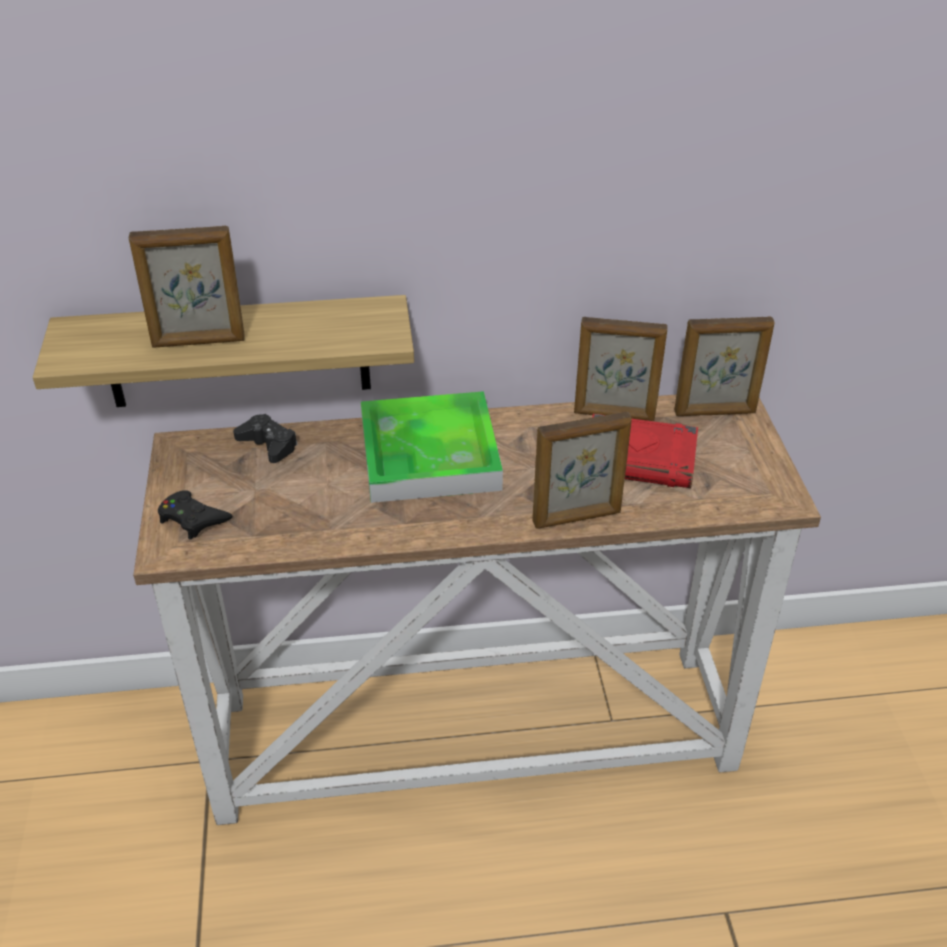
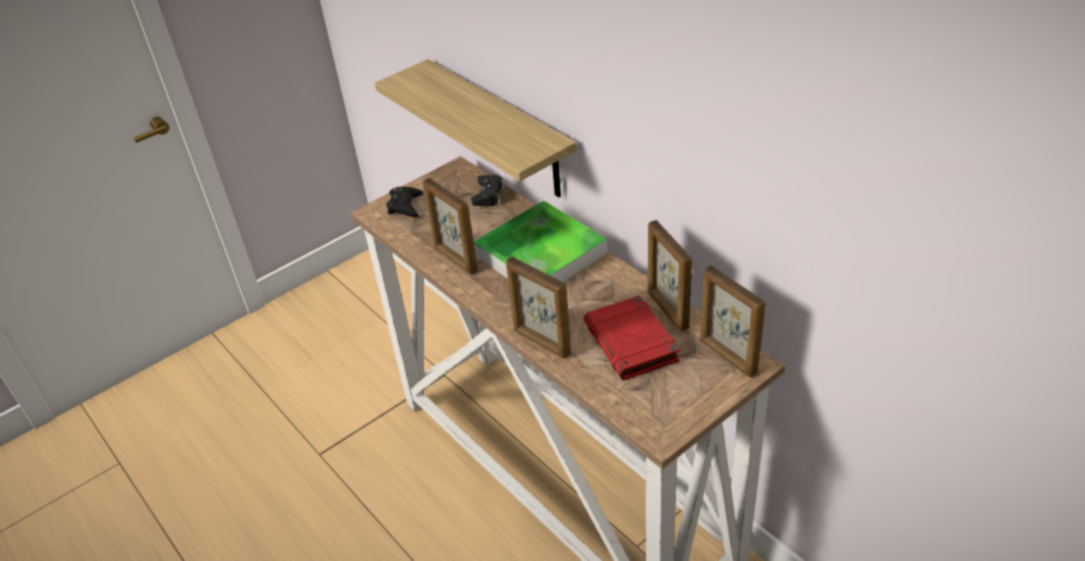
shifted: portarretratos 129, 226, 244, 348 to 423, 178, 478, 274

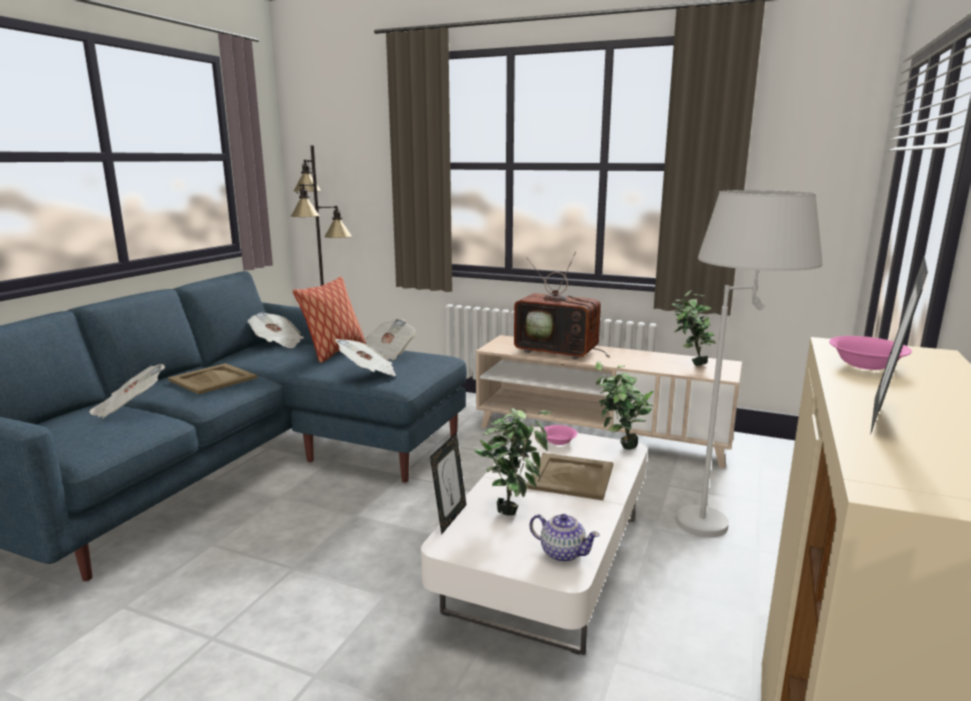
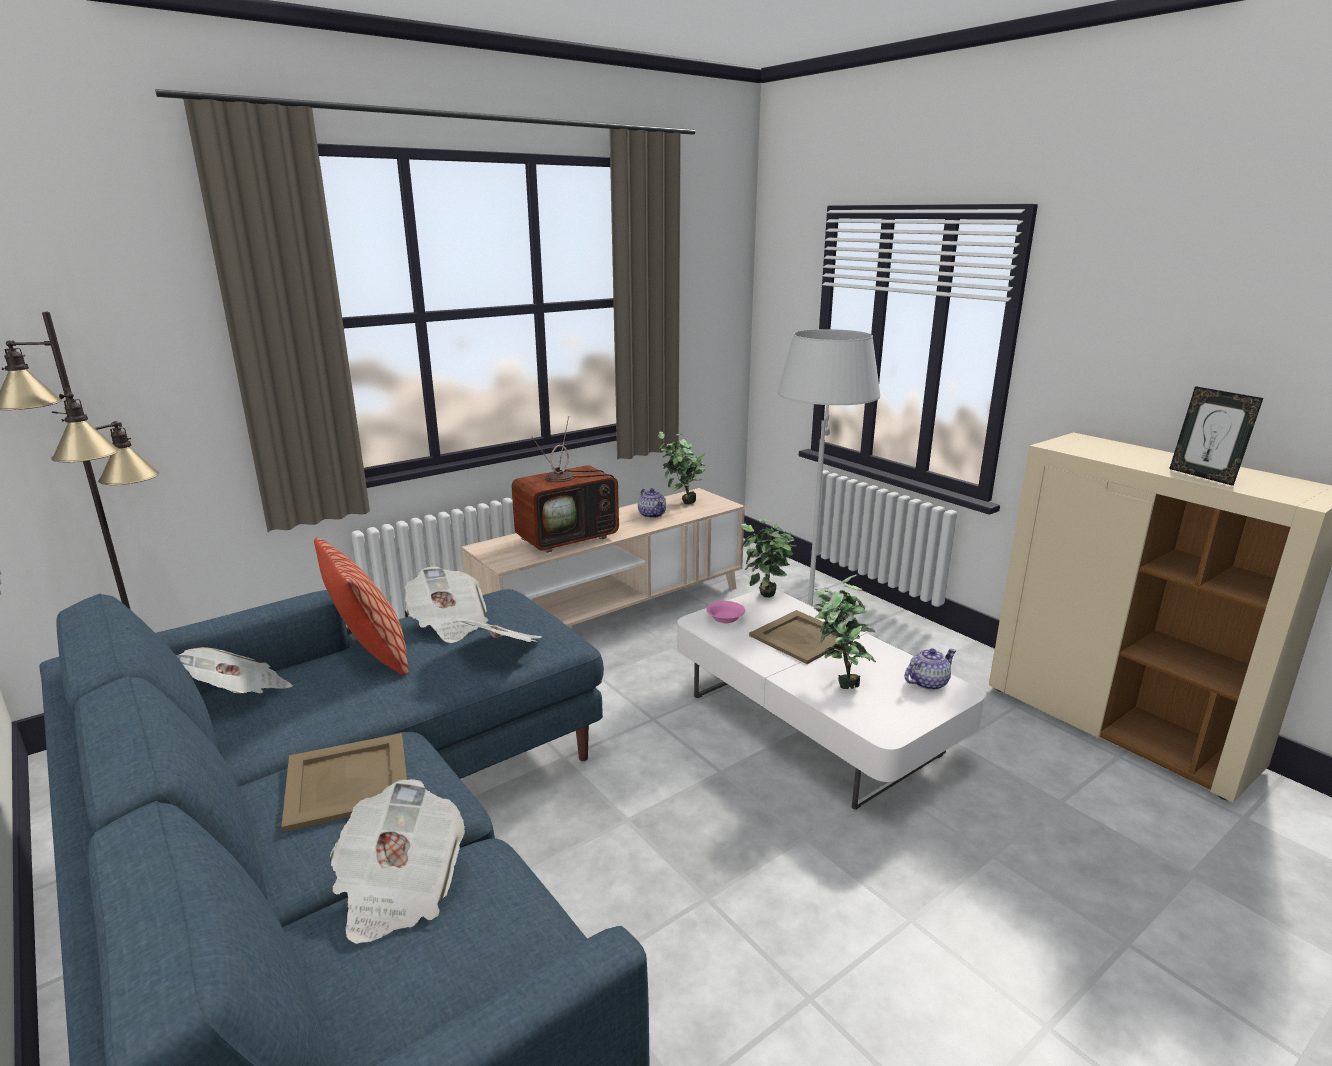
gone: portarretratos 430, 432, 467, 535; cuenco/rosa 829, 336, 912, 370
new: tetera 638, 488, 666, 518

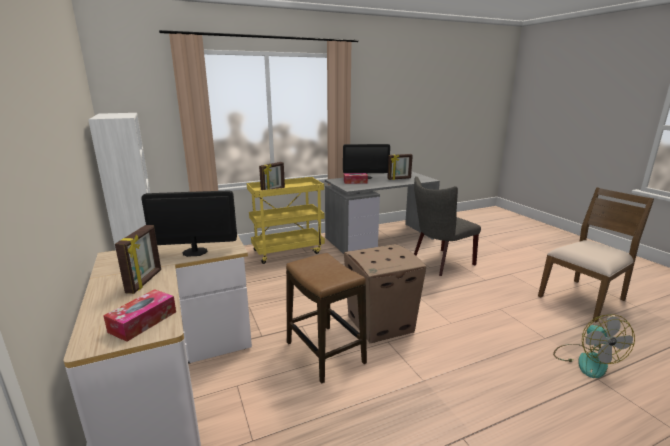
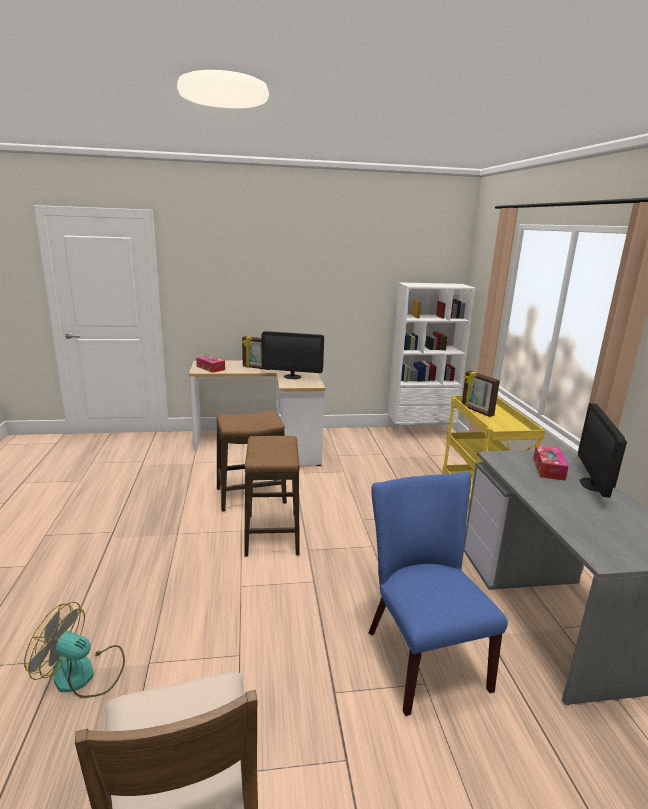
gone: portarretratos 387, 154, 413, 180
swapped: caja de cartón 344, 244, 426, 343 to taburete 244, 436, 300, 557
repainted: silla/gris 414, 176, 481, 276 to silla/azul 369, 472, 508, 716
rotated: monitor 141, 191, 237, 257 = 262, 331, 324, 379 90 degrees clockwise

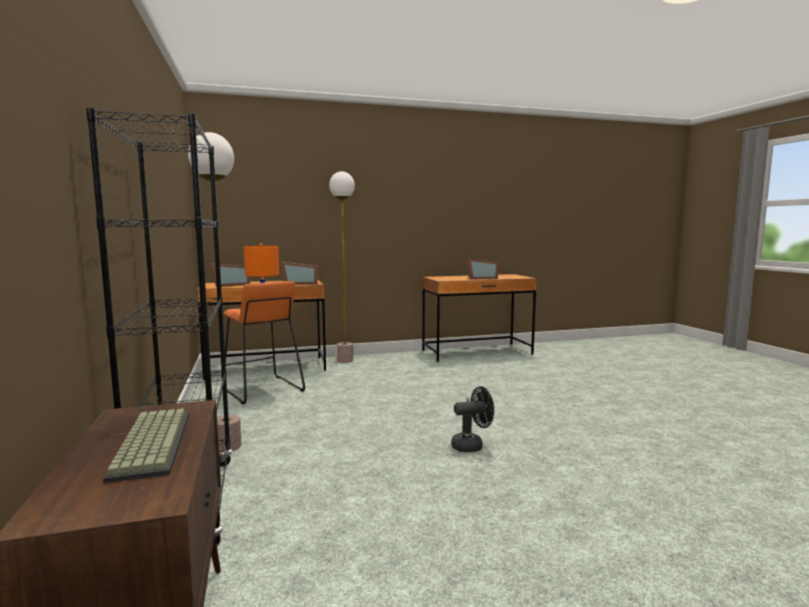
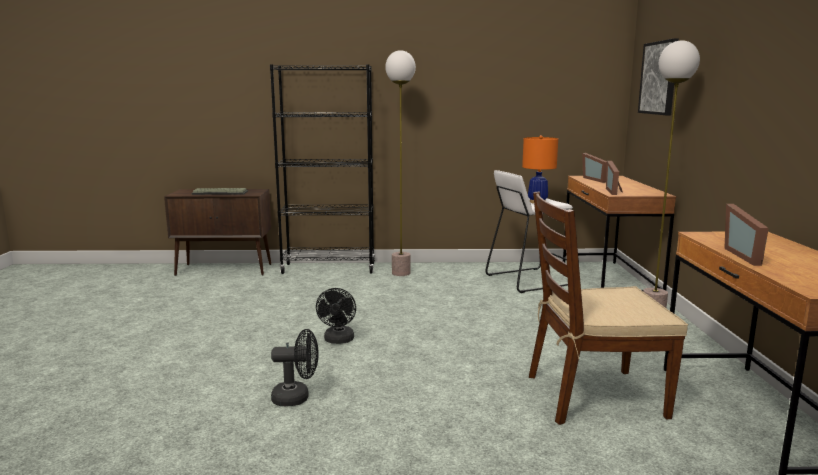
new: ventilador/negro 271, 329, 319, 406; silla/marrón 529, 191, 688, 425; cuadro 638, 38, 679, 115
repainted: taburete/naranja 223, 281, 305, 405 to taburete/blanco 485, 170, 573, 293

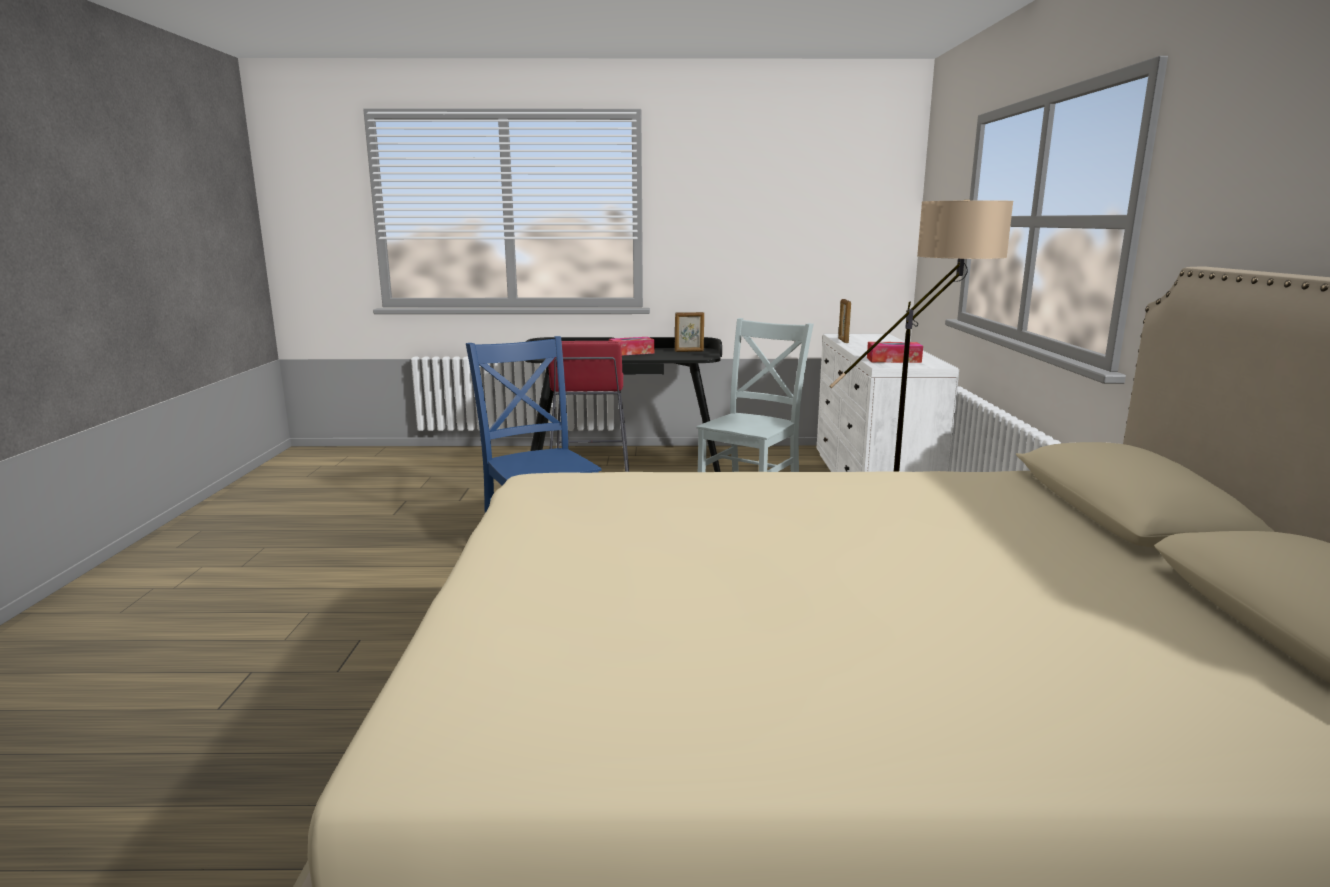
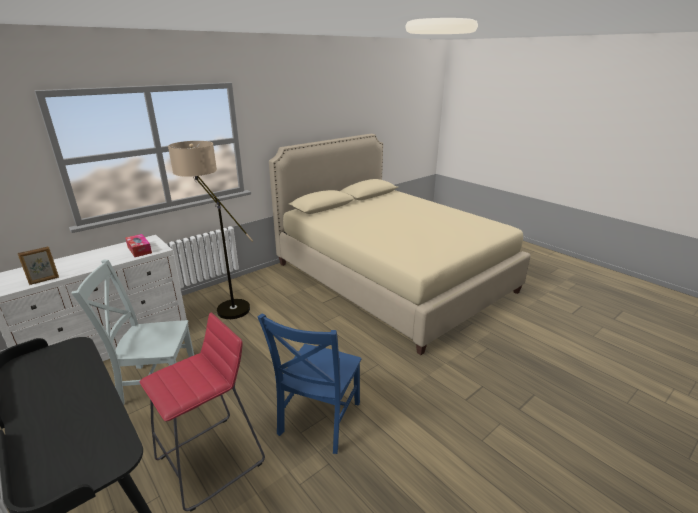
gone: caja de pañuelos 609, 337, 654, 356; portarretratos 675, 312, 704, 352

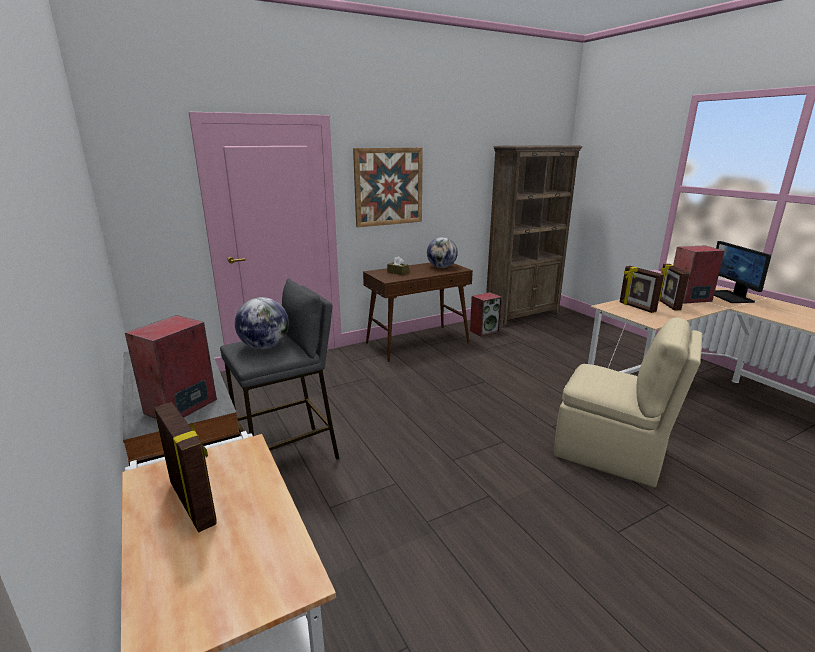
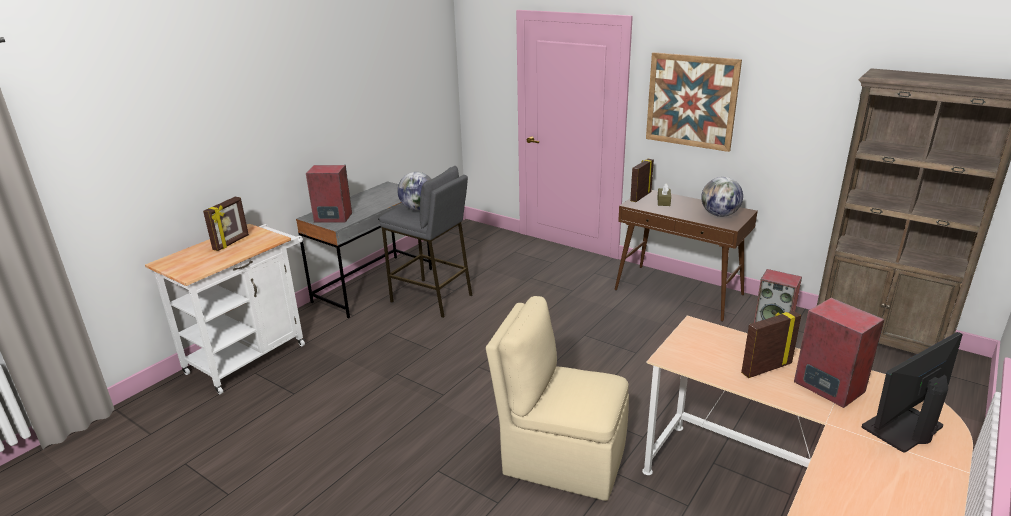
shifted: portarretratos 620, 266, 664, 313 to 630, 159, 654, 202
rotated: silla/beis 554, 317, 702, 487 = 486, 296, 629, 501 105 degrees clockwise

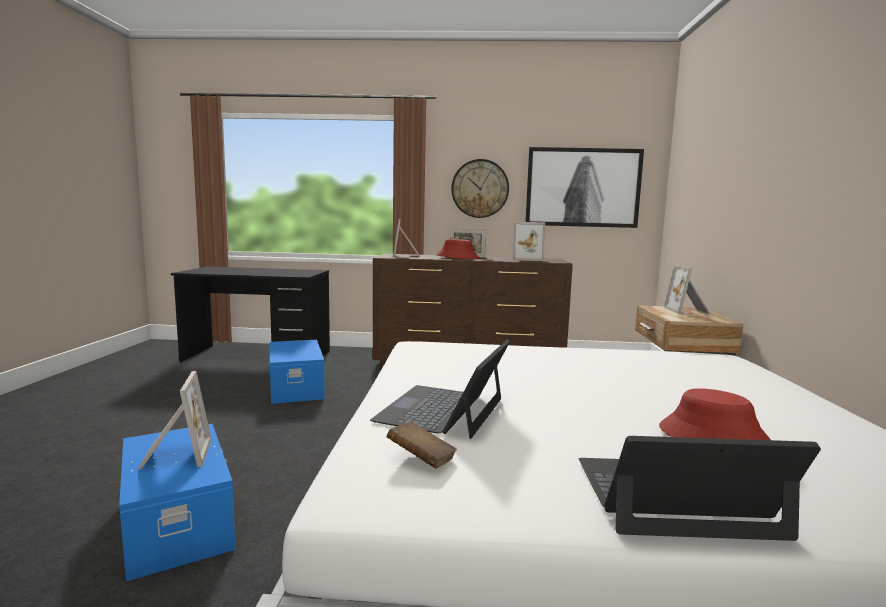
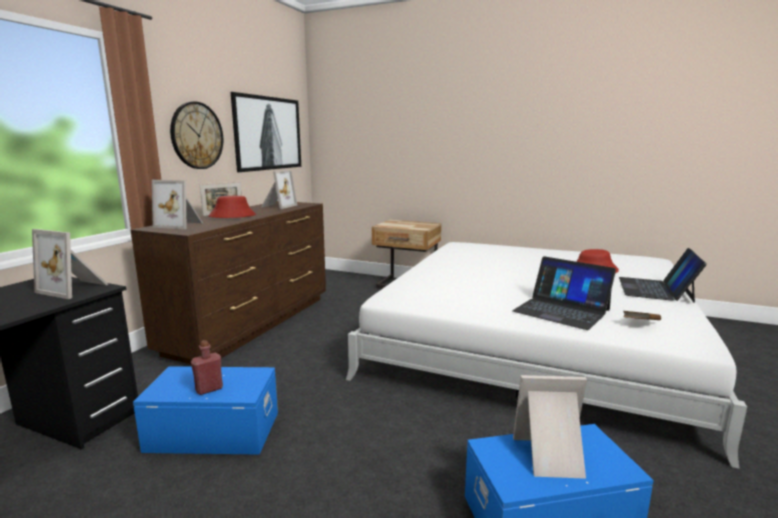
new: botella/rojo 191, 340, 223, 395
shifted: portarretratos 664, 264, 711, 314 to 32, 229, 109, 299

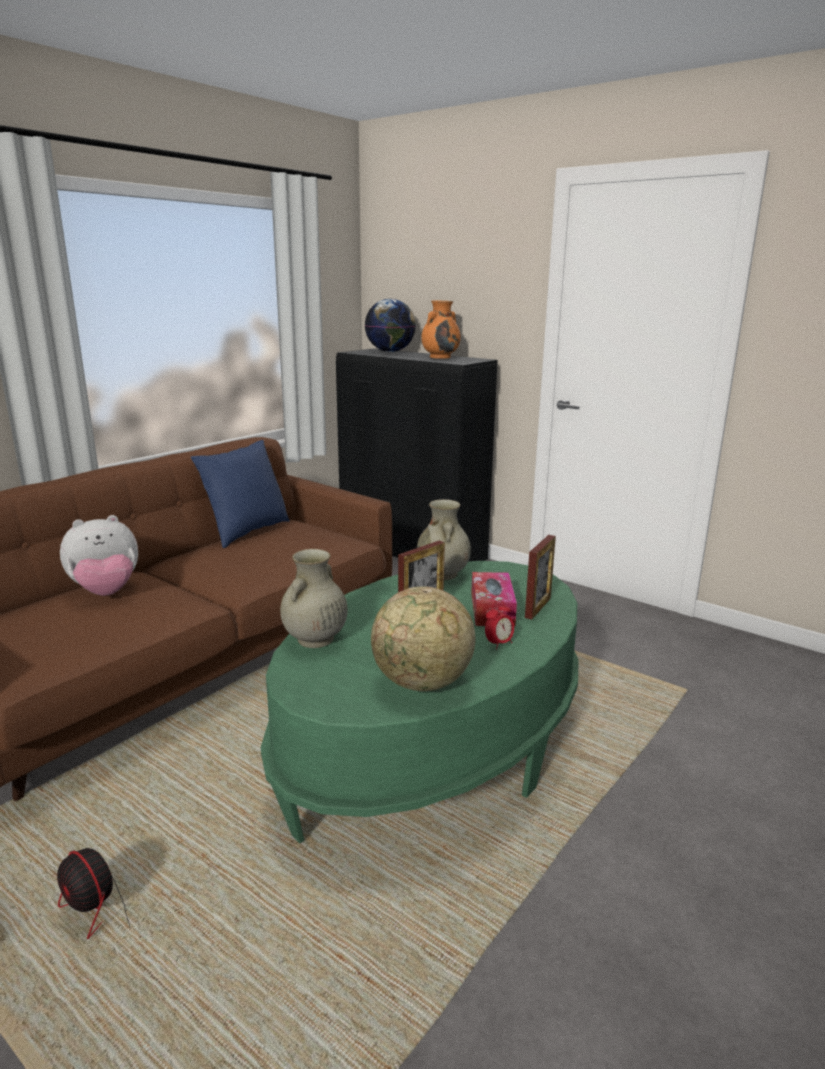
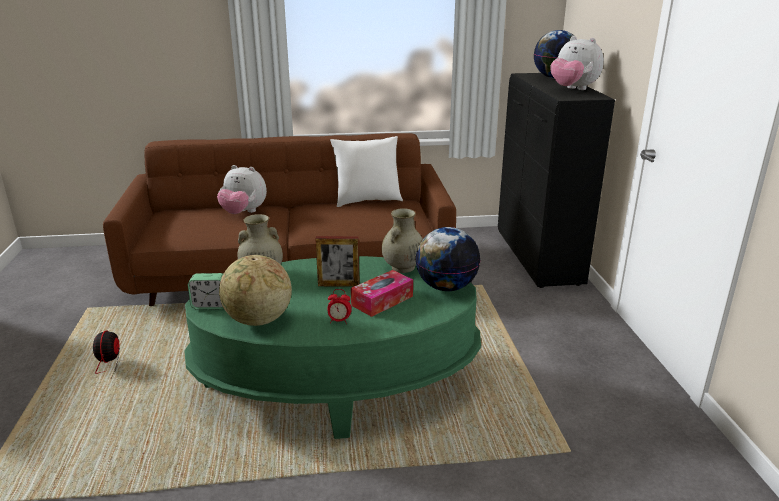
gone: portarretratos 525, 535, 556, 619
new: despertador 188, 273, 224, 310; globo terráqueo 415, 227, 481, 291
swapped: florero/naranja 421, 301, 461, 359 to peluche 550, 36, 604, 90
repainted: cojín/azul 191, 440, 290, 548 to cojín/blanco 330, 136, 403, 207

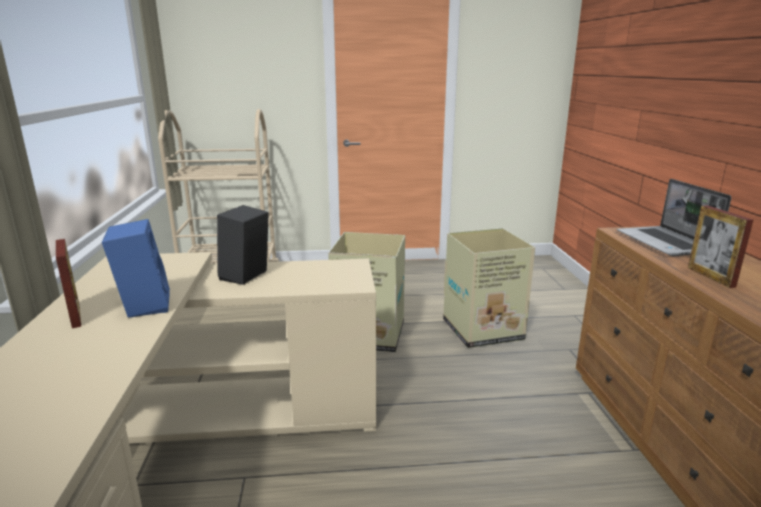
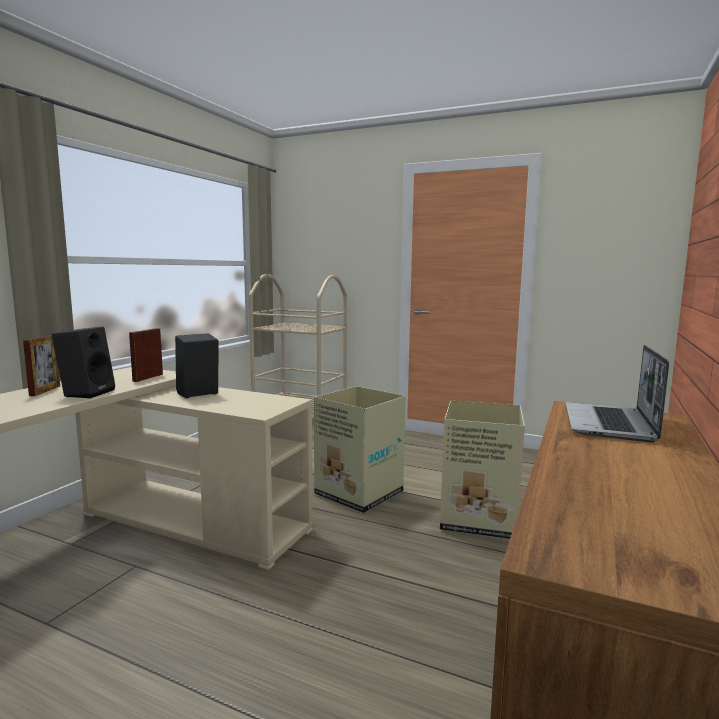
shifted: portarretratos 688, 205, 754, 288 to 129, 328, 163, 382
repainted: altavoz/azul 102, 219, 170, 318 to altavoz/negro 52, 327, 115, 398

